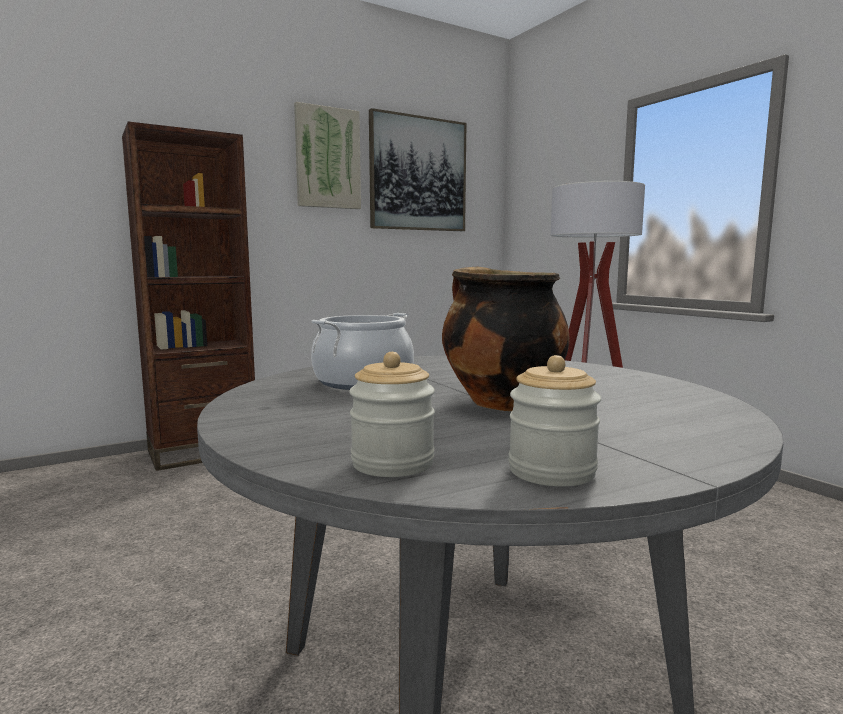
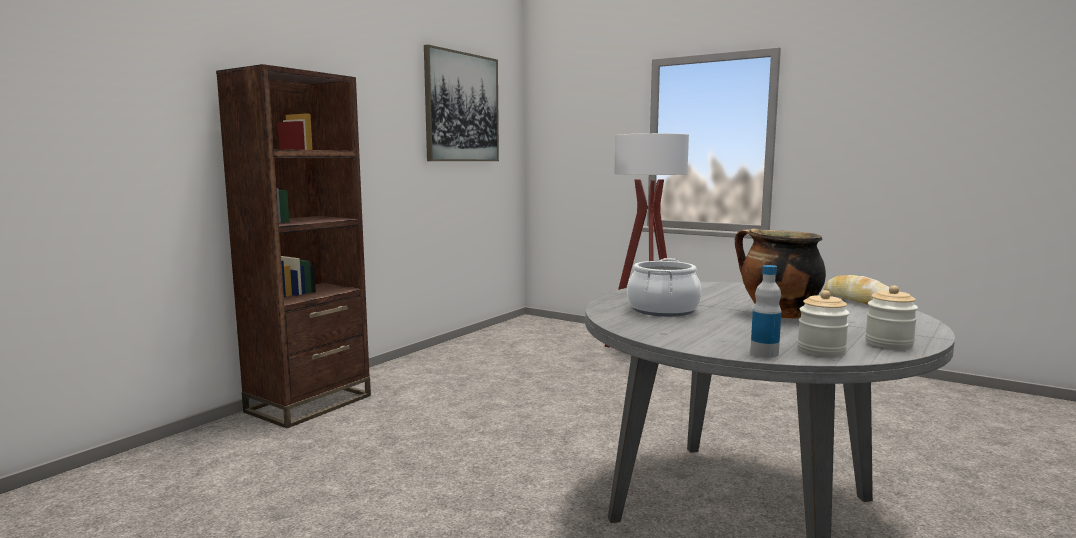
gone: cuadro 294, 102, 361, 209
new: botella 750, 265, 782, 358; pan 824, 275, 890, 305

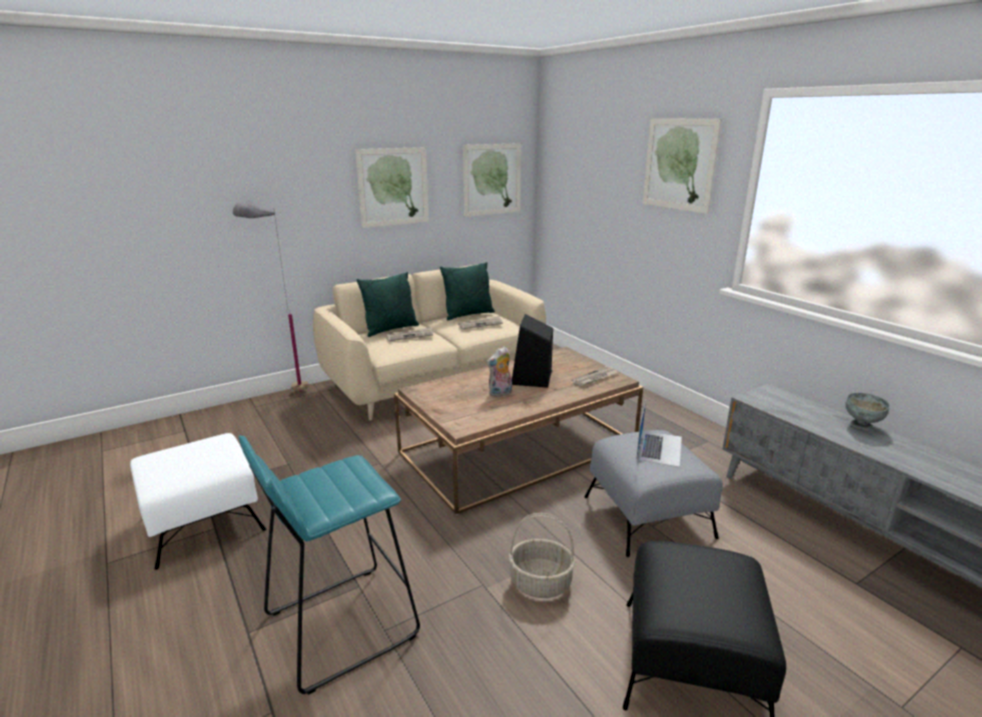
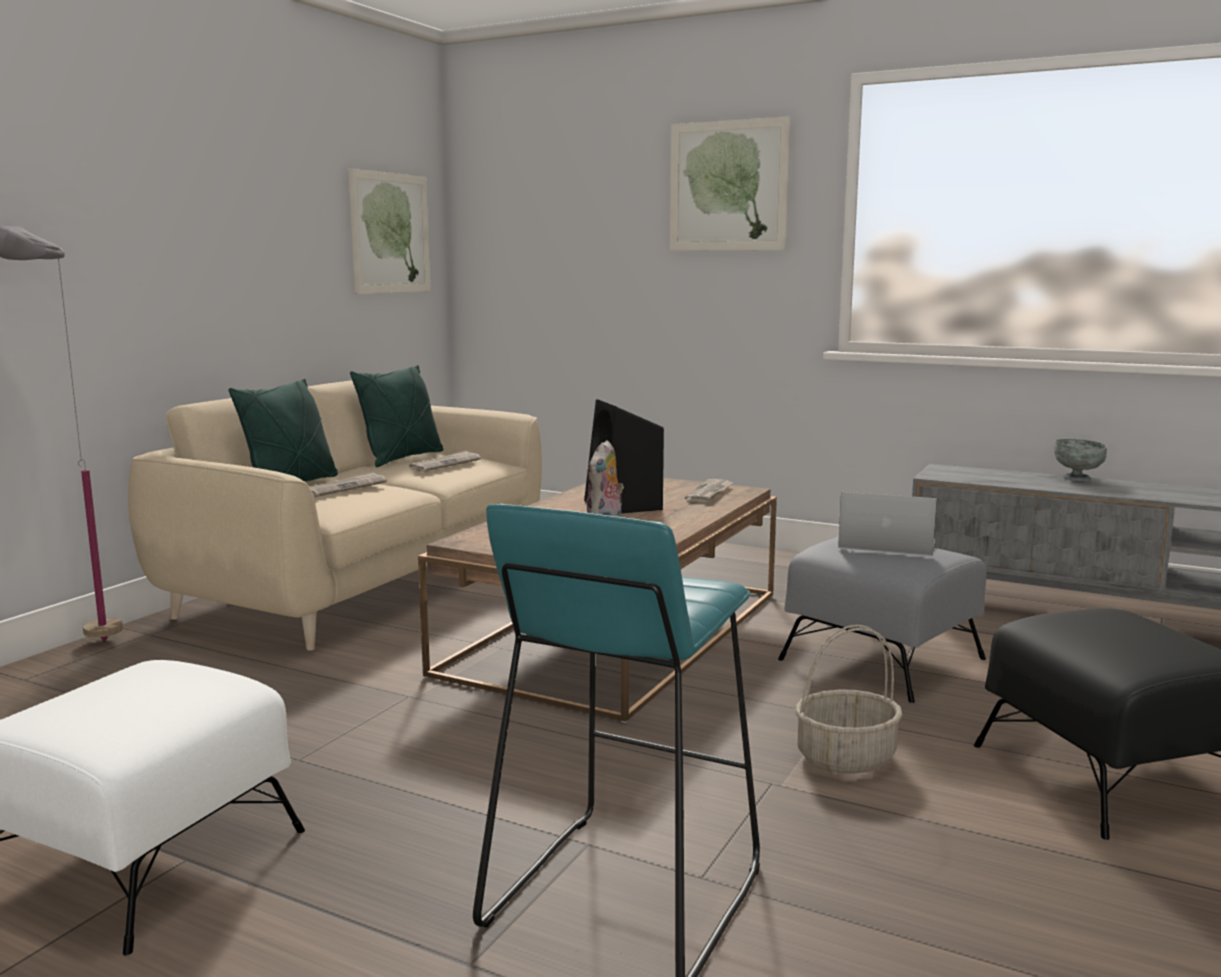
gone: cuadro 355, 147, 429, 228
rotated: portátil 636, 400, 682, 467 = 838, 492, 937, 556 60 degrees counterclockwise

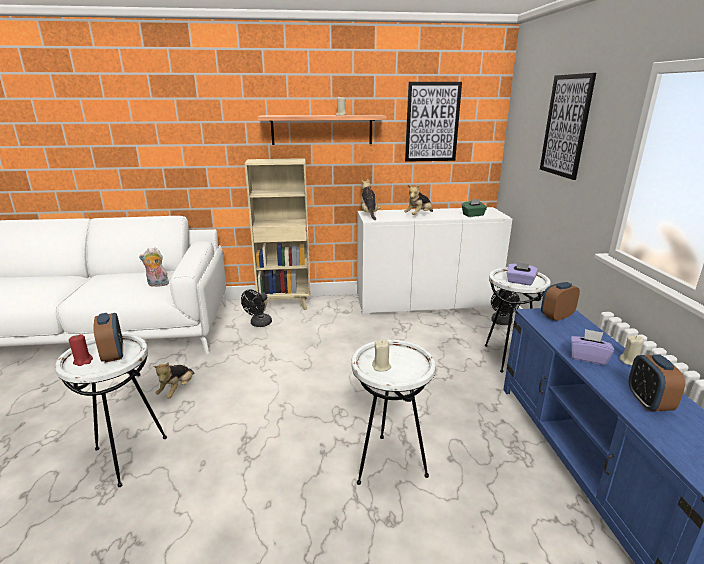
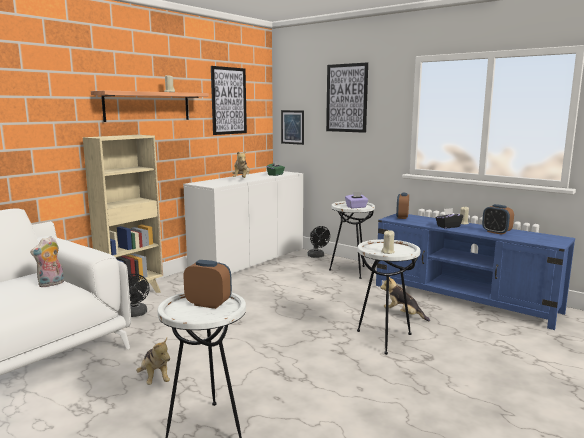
gone: vela/rojo 69, 334, 93, 366
new: cuadro 281, 110, 304, 145
shifted: peluche 361, 178, 381, 220 to 380, 277, 430, 321
repainted: caja de pañuelos/morado 570, 329, 615, 365 to caja de pañuelos/negro 435, 208, 463, 228

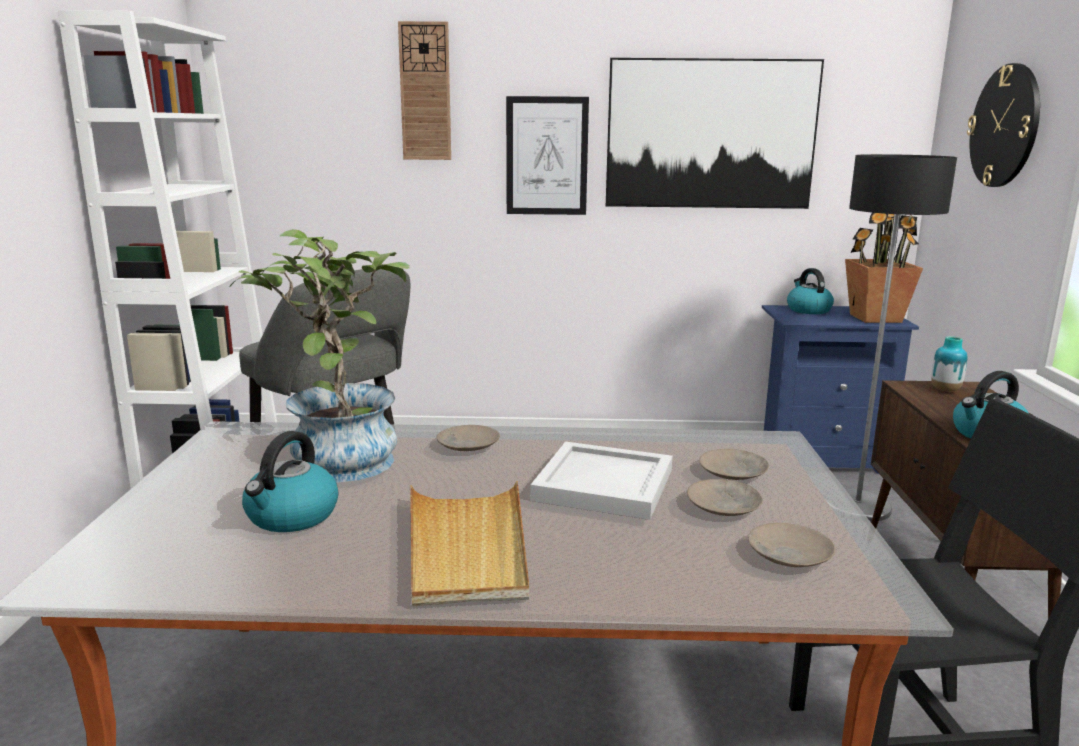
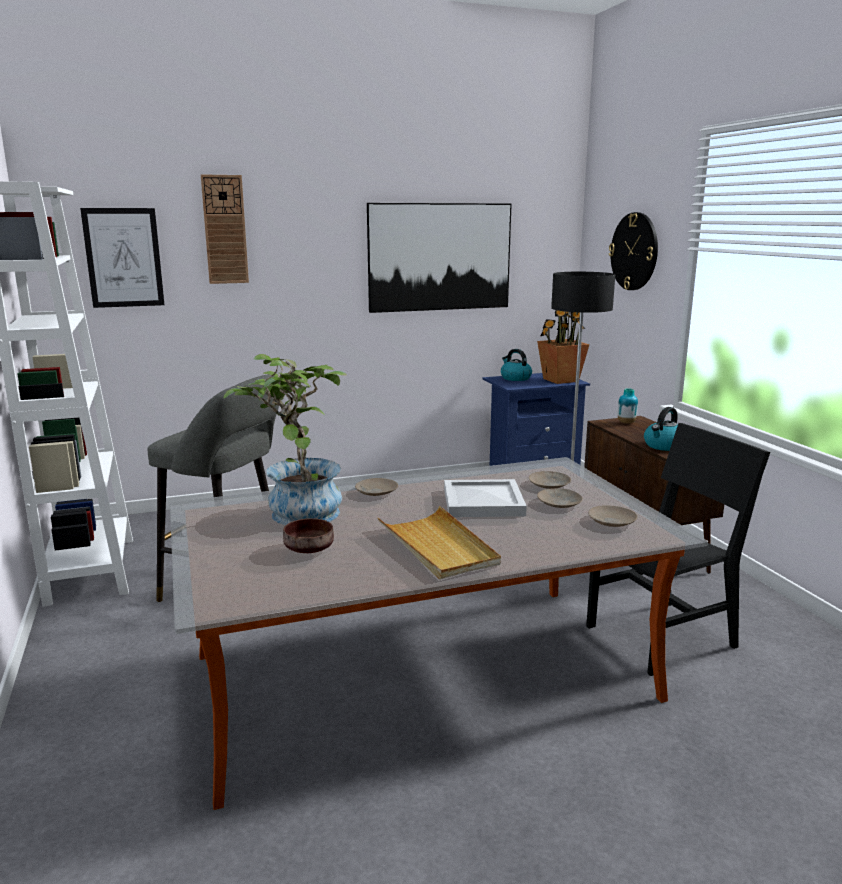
shifted: cuadro 506, 96, 589, 215 to 80, 208, 164, 308
swapped: hervidor 242, 431, 338, 532 to cuenco/marrón 283, 518, 334, 553

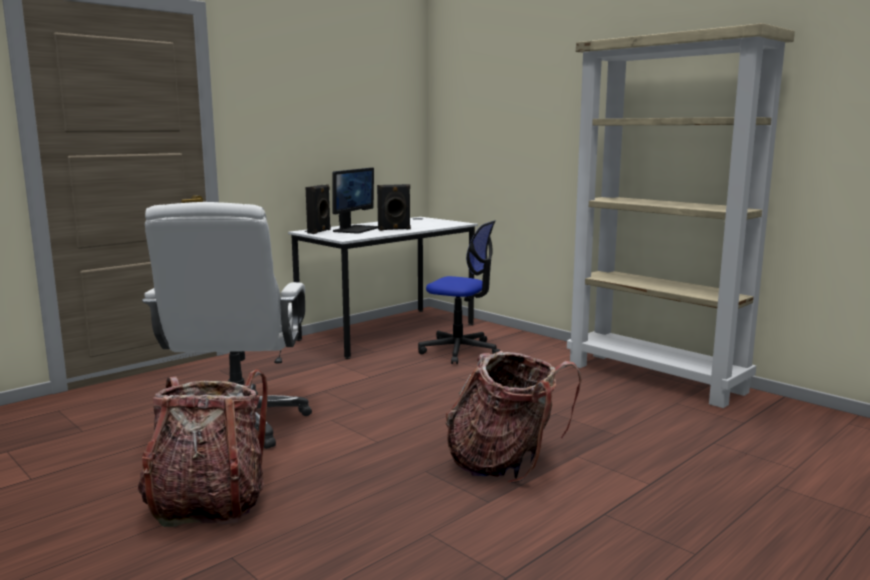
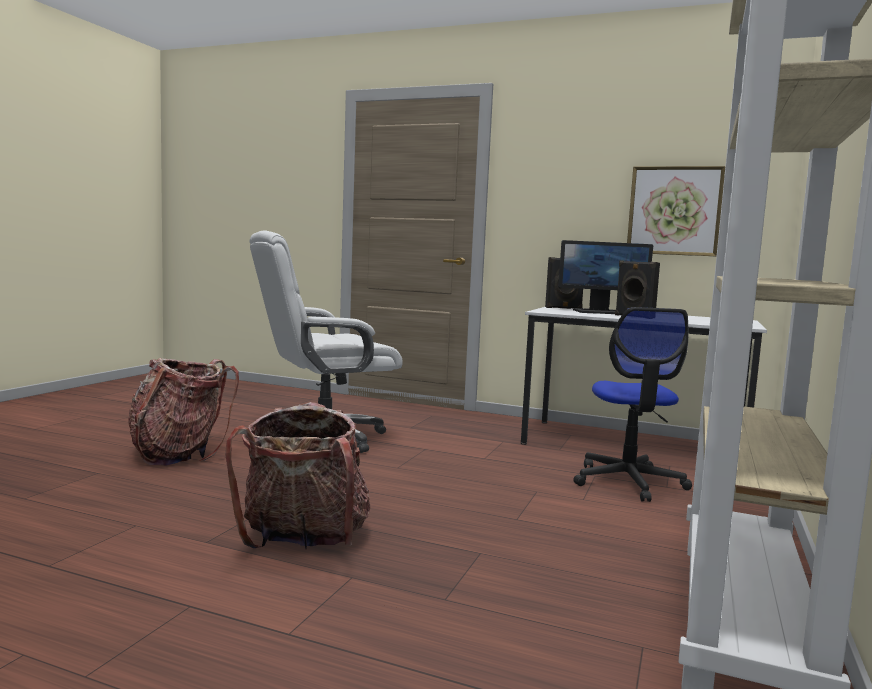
new: cuadro 627, 166, 725, 256

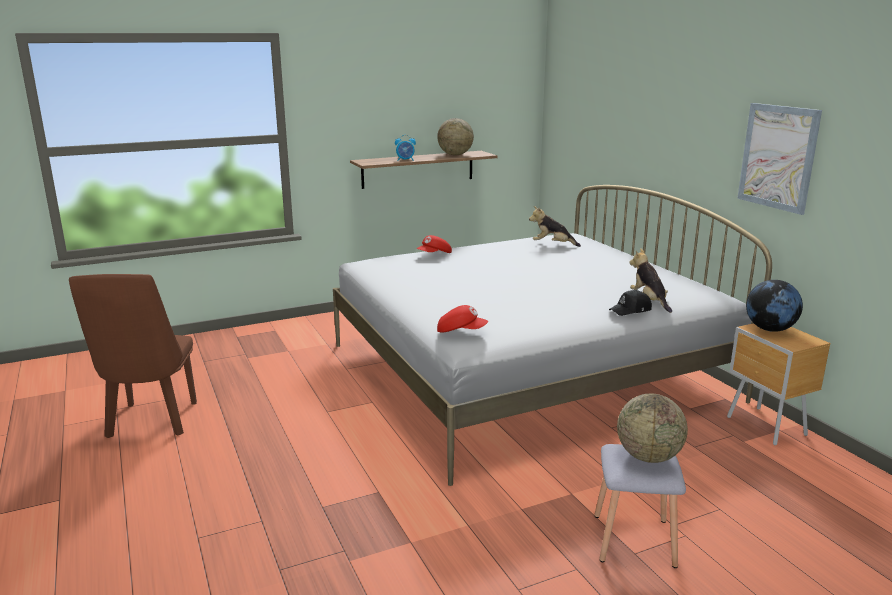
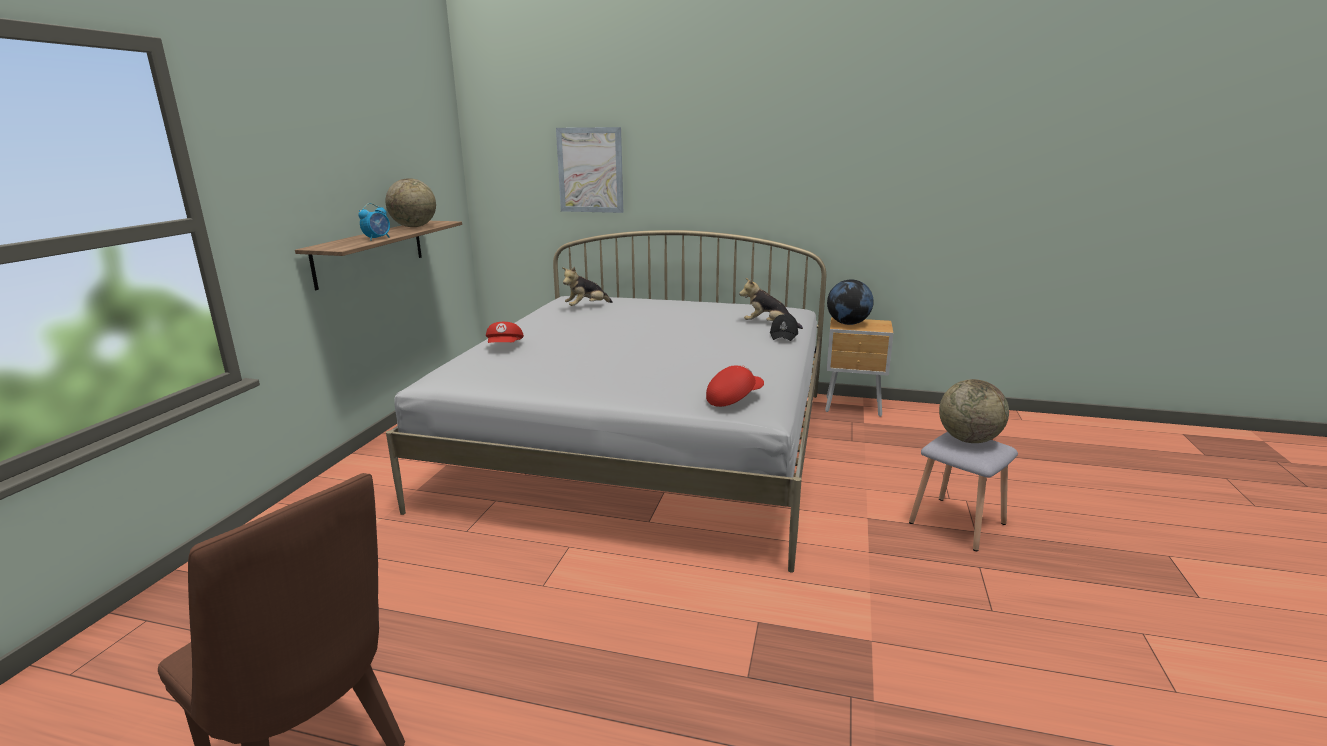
shifted: cuadro 737, 103, 822, 215 to 556, 127, 623, 213

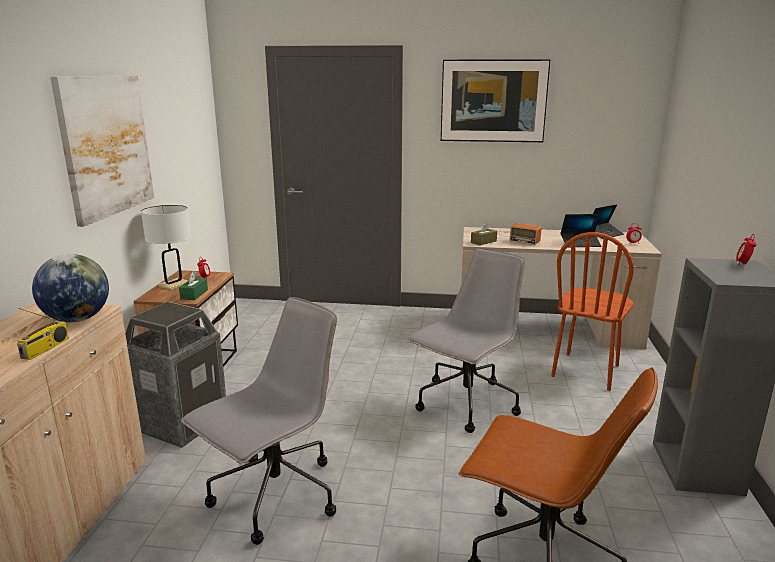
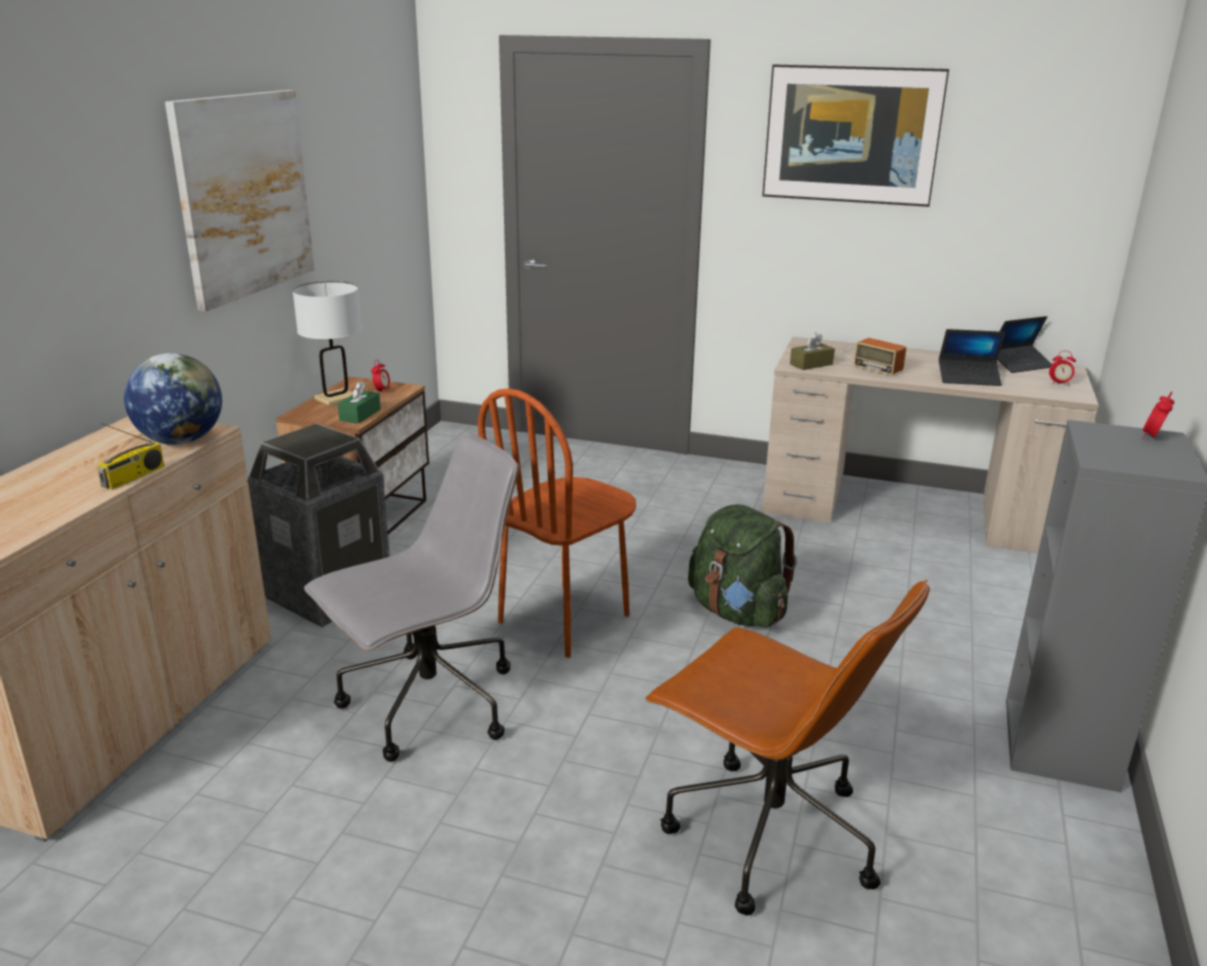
shifted: silla/marrón 551, 232, 634, 391 to 478, 388, 636, 658
swapped: silla de oficina/gris 408, 248, 525, 433 to mochila/verde 688, 504, 797, 628

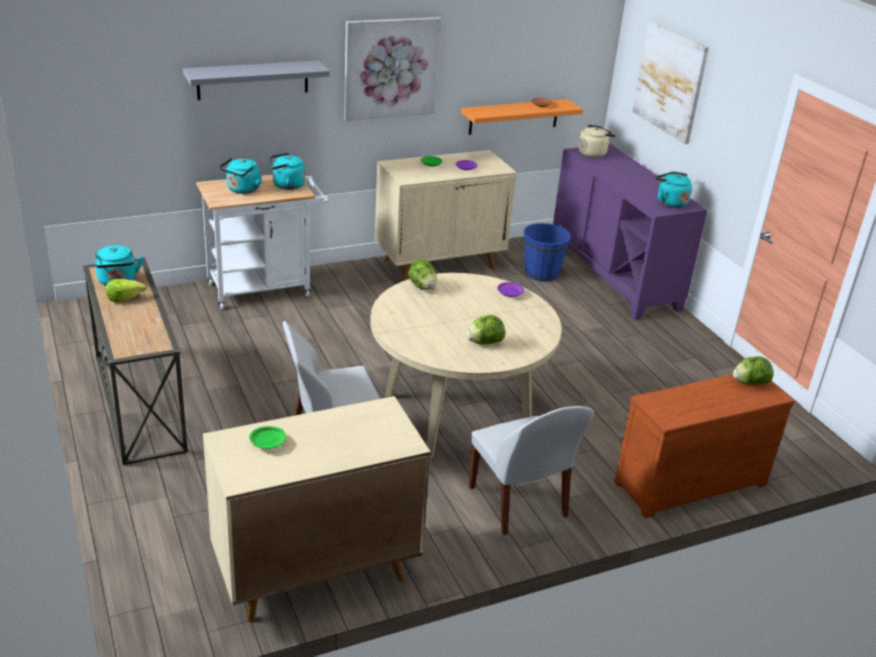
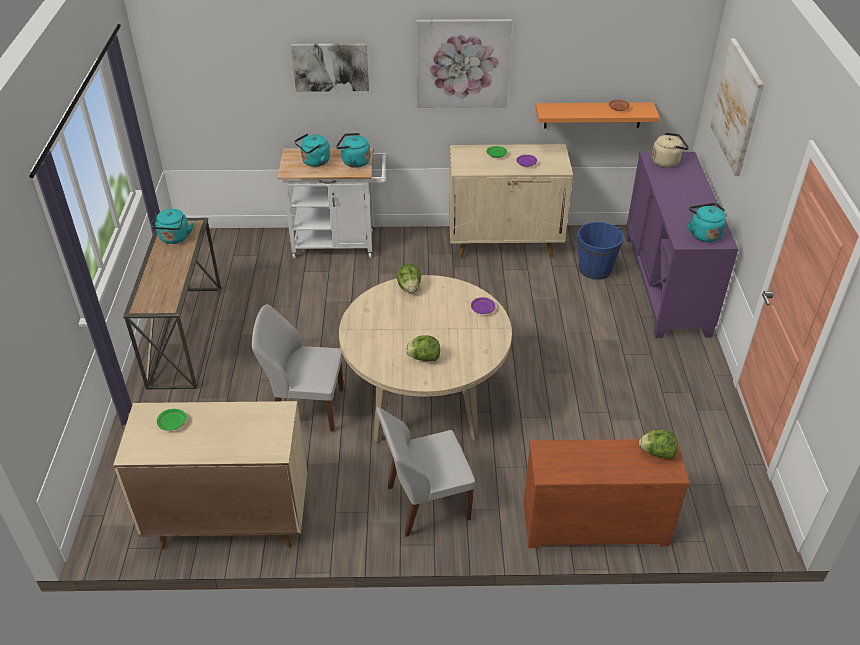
gone: lechuga 106, 279, 146, 302
swapped: estante/gris 183, 60, 330, 100 to cuadro 291, 43, 369, 92
rotated: silla/blanco 469, 406, 594, 535 = 376, 407, 475, 537 75 degrees clockwise

